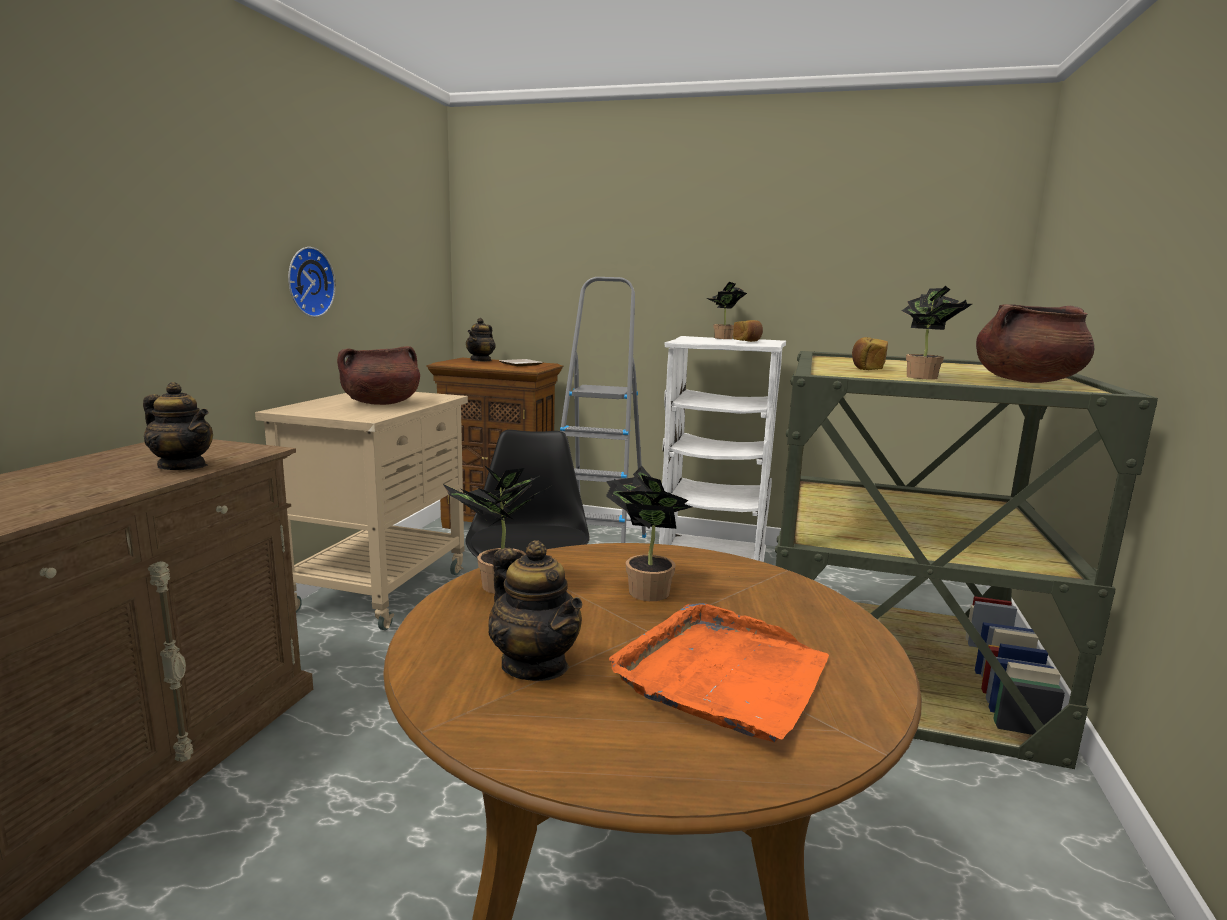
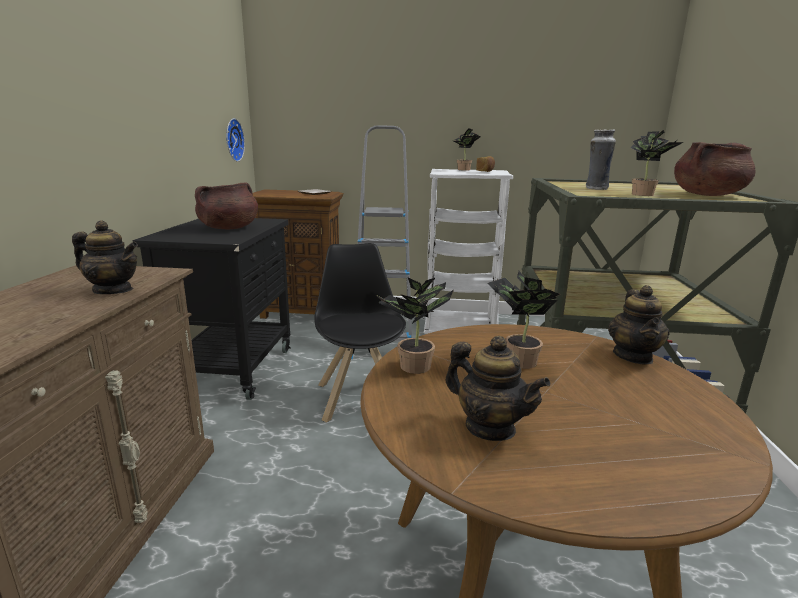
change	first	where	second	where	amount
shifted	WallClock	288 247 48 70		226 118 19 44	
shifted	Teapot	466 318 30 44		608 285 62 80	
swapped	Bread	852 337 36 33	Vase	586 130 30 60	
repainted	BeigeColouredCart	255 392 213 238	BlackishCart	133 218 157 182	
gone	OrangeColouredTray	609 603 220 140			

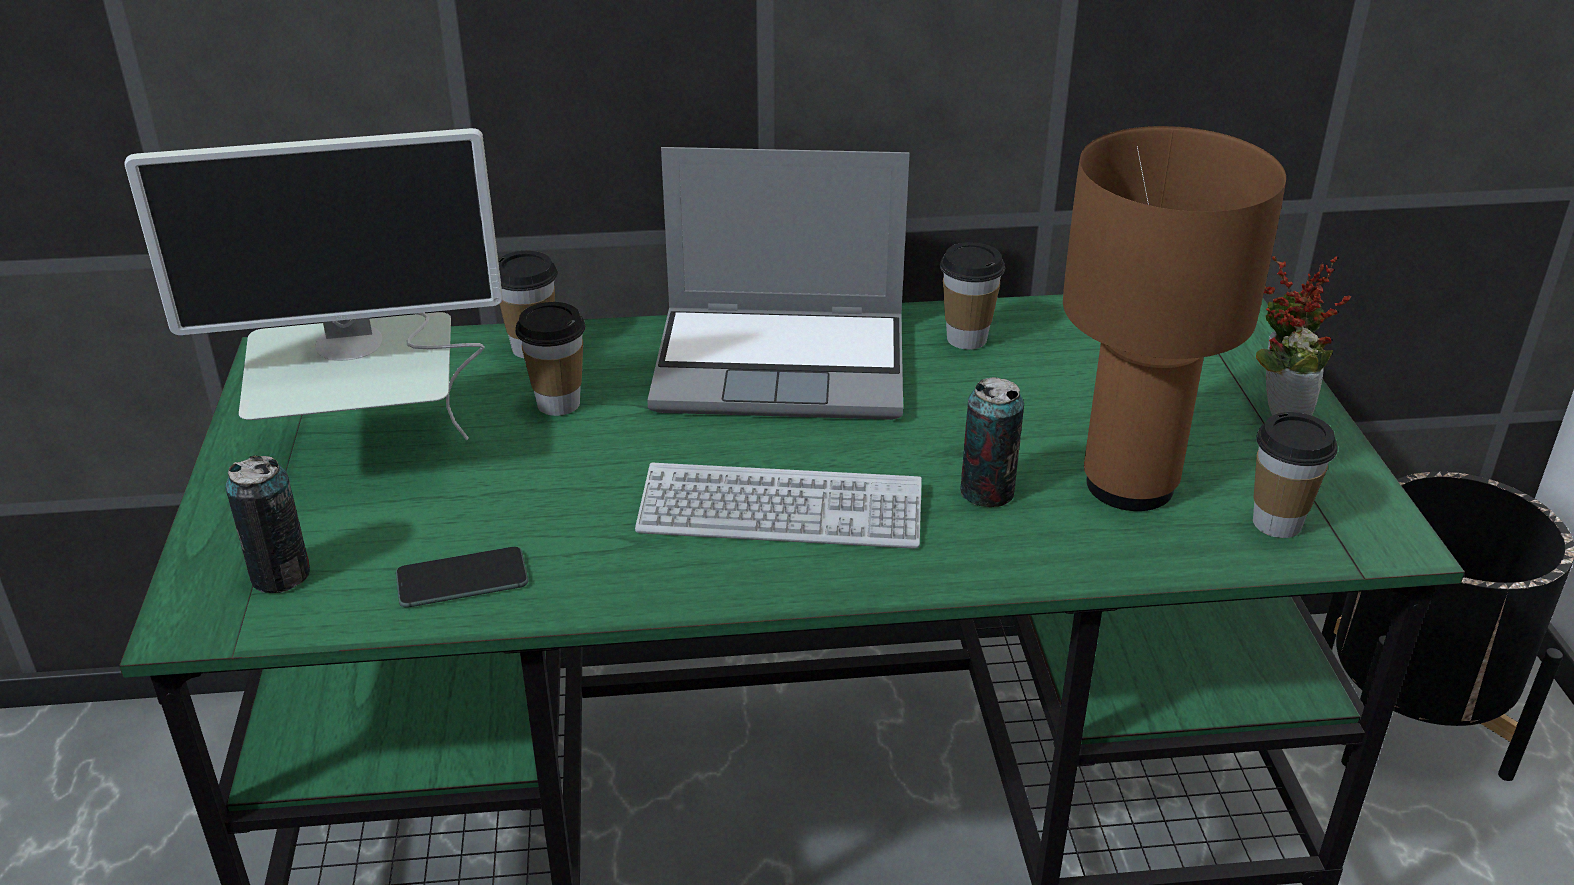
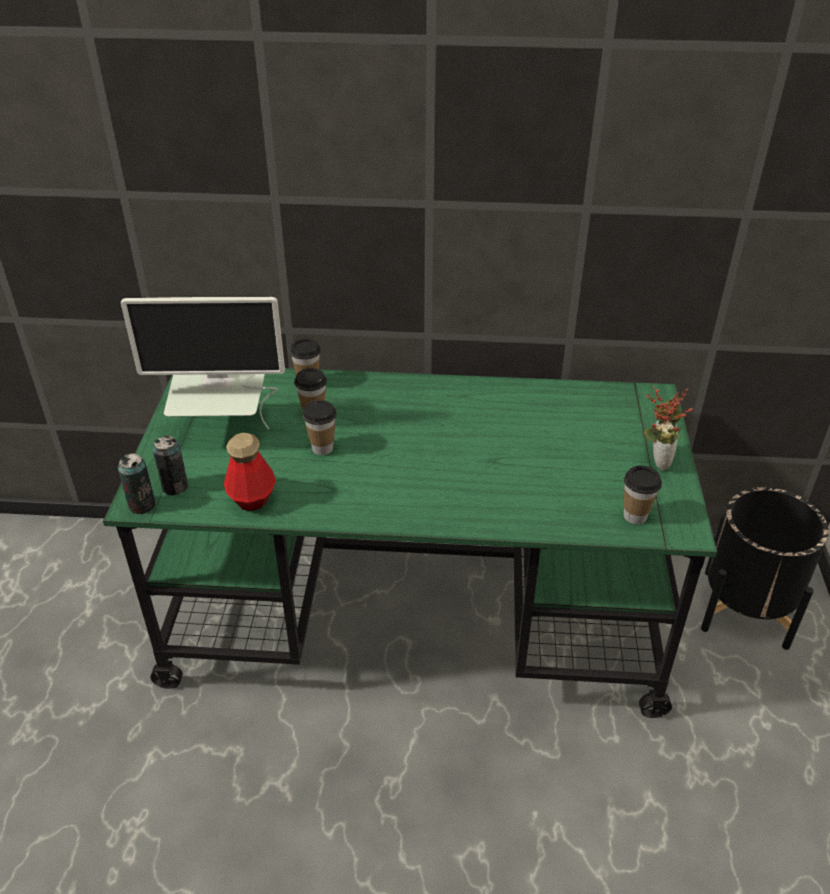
change	first	where	second	where	amount
gone	BrownTabletopLamp	1063 126 223 385			
gone	NotebookComputer	647 147 263 273			
shifted	DrinkingCup	940 242 65 107		302 400 35 55	
shifted	MetalCan	960 377 64 130		118 453 37 61	
gone	PcKeyboard	635 463 287 86			
swapped	Handset	396 547 132 61	DrinkBottle	224 433 52 78	

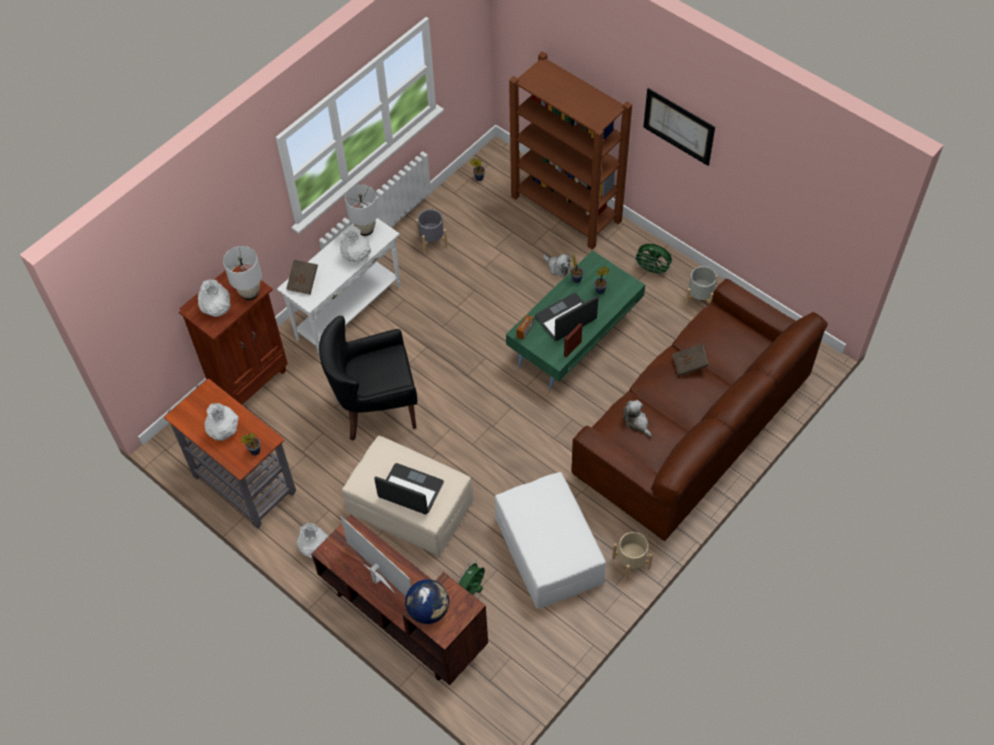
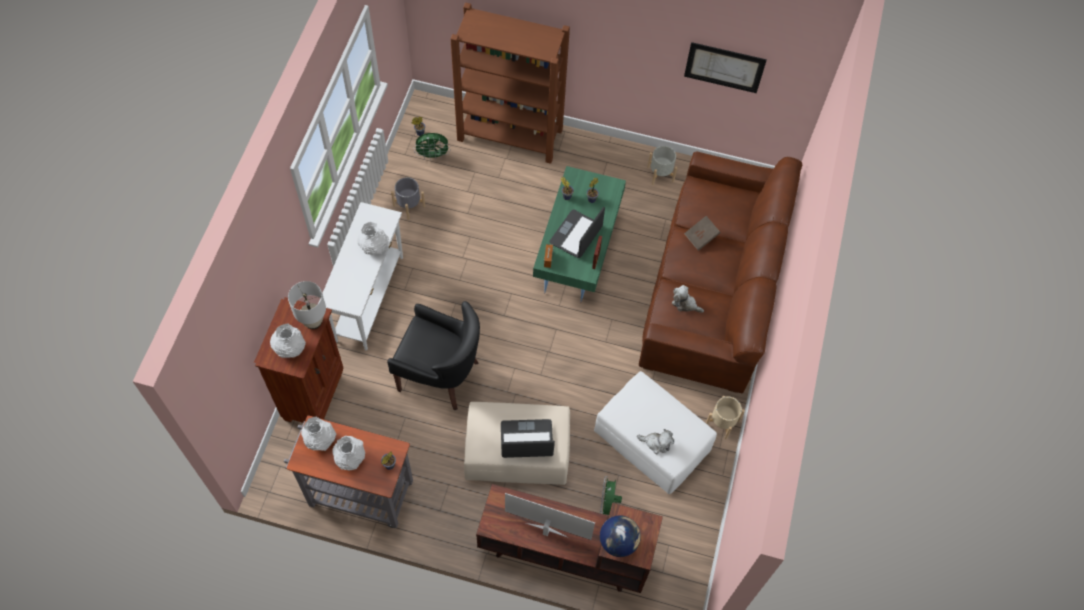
change	first	where	second	where	amount
shifted	WallArt	643 88 72 78		684 42 83 51	
gone	WhiteTabletopLamp	345 185 34 51			
shifted	GreenColouredElectricFan	633 244 39 32		415 133 35 27	
shifted	PlushToy	543 254 29 22		637 429 37 25	
gone	BrownVolume	286 260 32 35			
rotated	BlackishArmchair	319 316 98 124		387 301 93 109	120 degrees counterclockwise
shifted	WhiteVase	297 523 31 36		301 417 36 34	

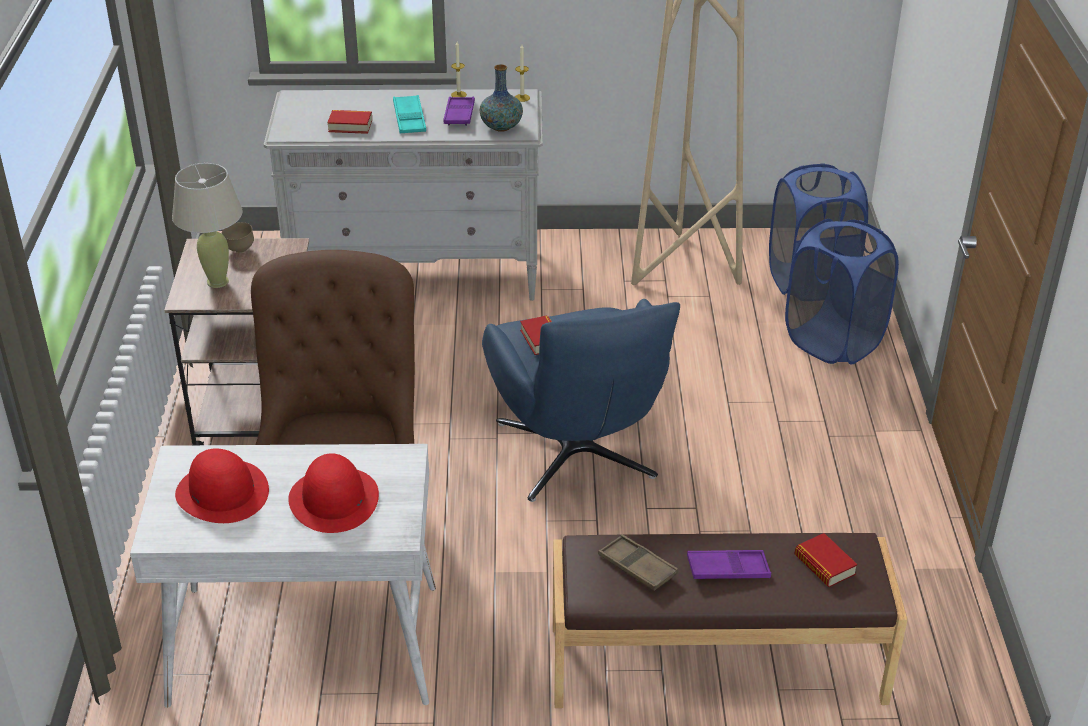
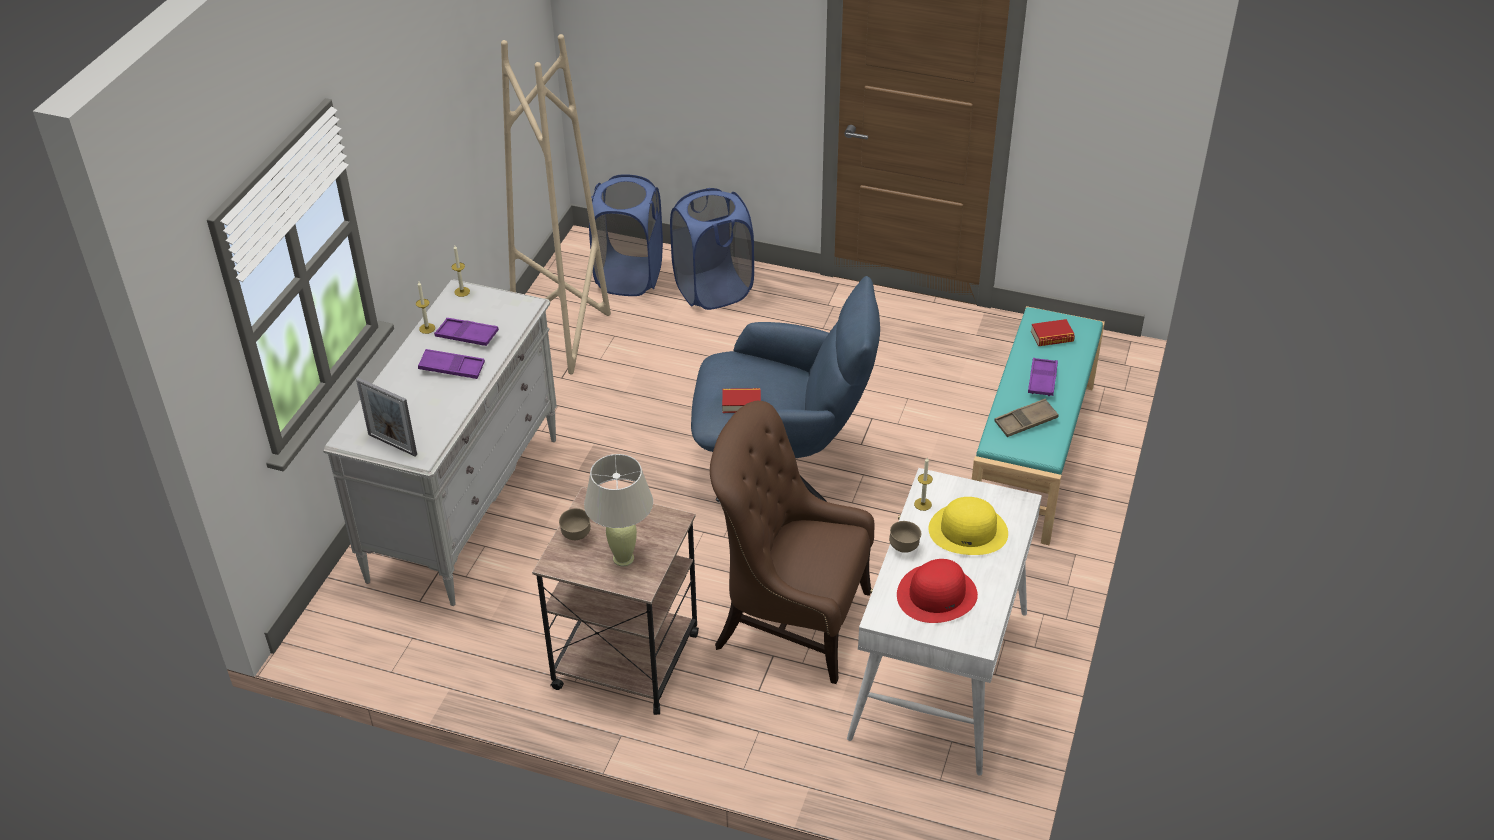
change	first	where	second	where	amount
gone	Vase	479 64 44 68			
repainted	TurquoiseColouredTray	393 95 33 38	PurpleTray	418 349 67 30	
gone	Volume	327 110 45 24			
repainted	RedColouredHat	288 453 91 80	YellowColouredHat	928 497 80 58	
repainted	BrownBench	553 533 354 175	TurquoiseColouredBench	972 306 133 239	
new			PictureFrame	356 378 61 78	
new			Candle	914 458 19 53	
new			BrownServingBowl	889 521 32 32	

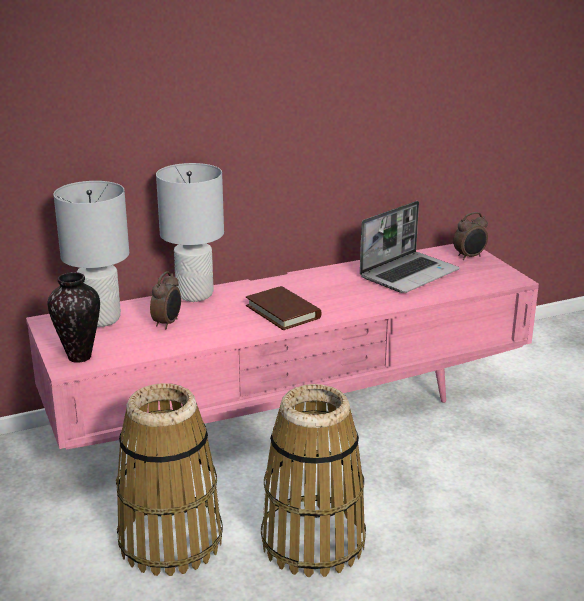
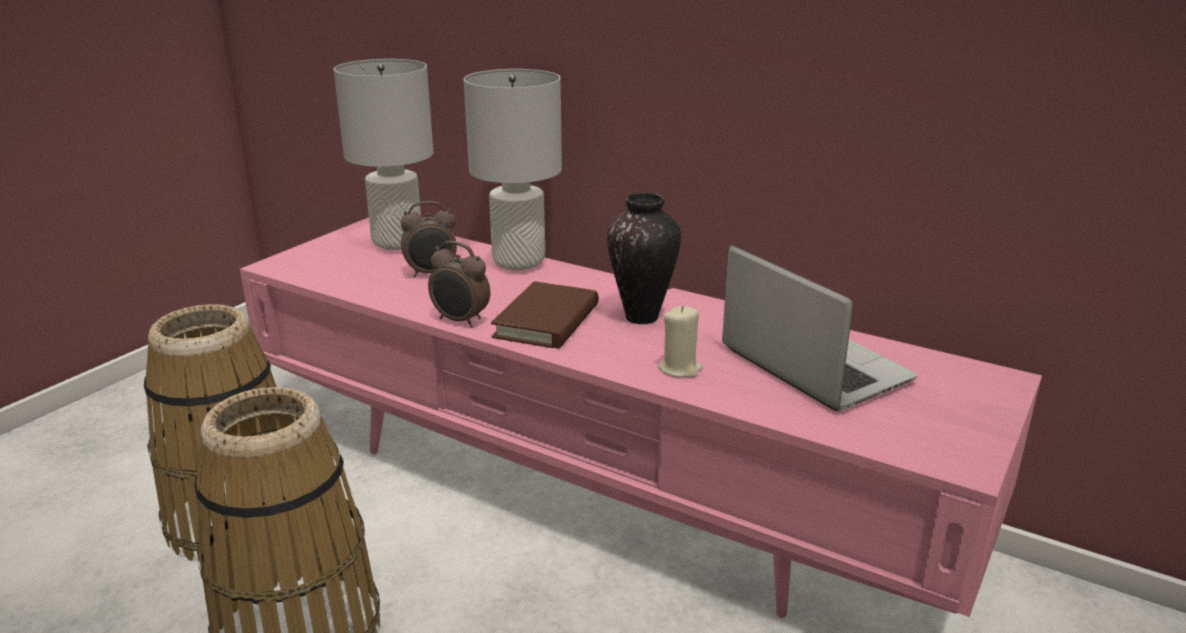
change	first	where	second	where	amount
rotated	NotebookComputer	360 201 100 92		722 245 196 166	135 degrees counterclockwise
shifted	TableClock	453 212 35 48		428 241 62 87	
shifted	Vase	48 272 52 91		607 192 74 132	
new			BeigeColouredCandle	658 306 45 71	

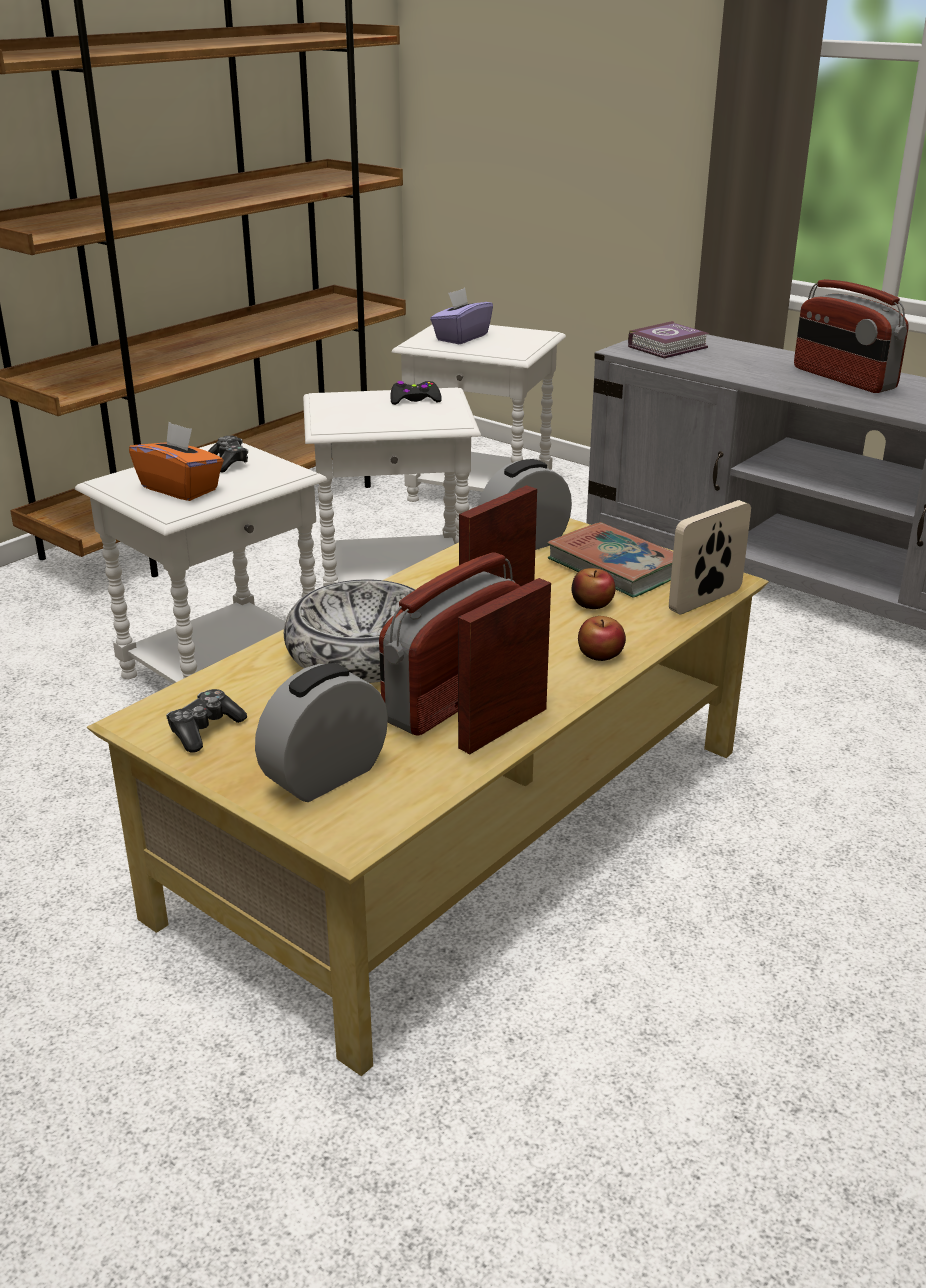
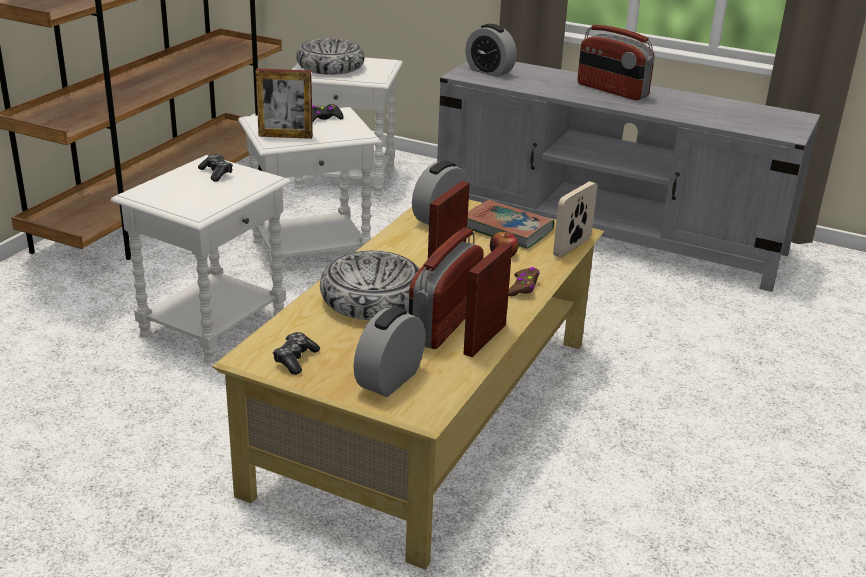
change	first	where	second	where	amount
swapped	PurpleTissueHolder	430 288 63 56	ServingBowl	296 38 69 37	
swapped	Volume	628 321 81 37	TableClock	465 24 52 53	
gone	OrangeColouredTissueHolder	129 422 95 79			
swapped	WholeApple	578 616 48 45	BrownGameController	508 267 32 29	
new			PictureFrame	255 68 58 71	

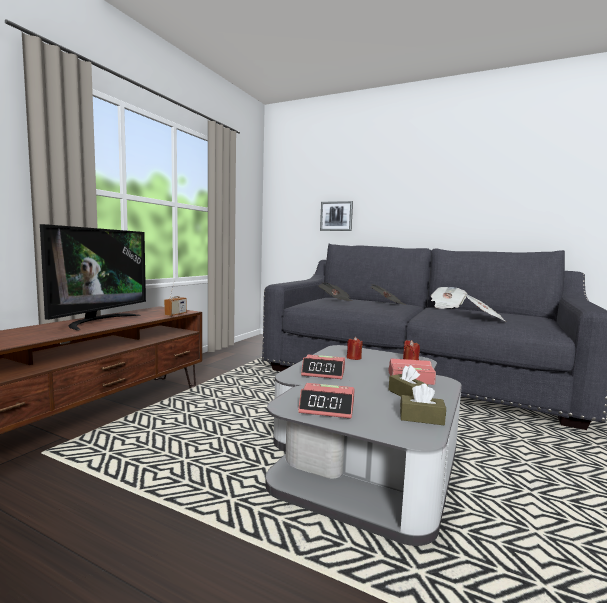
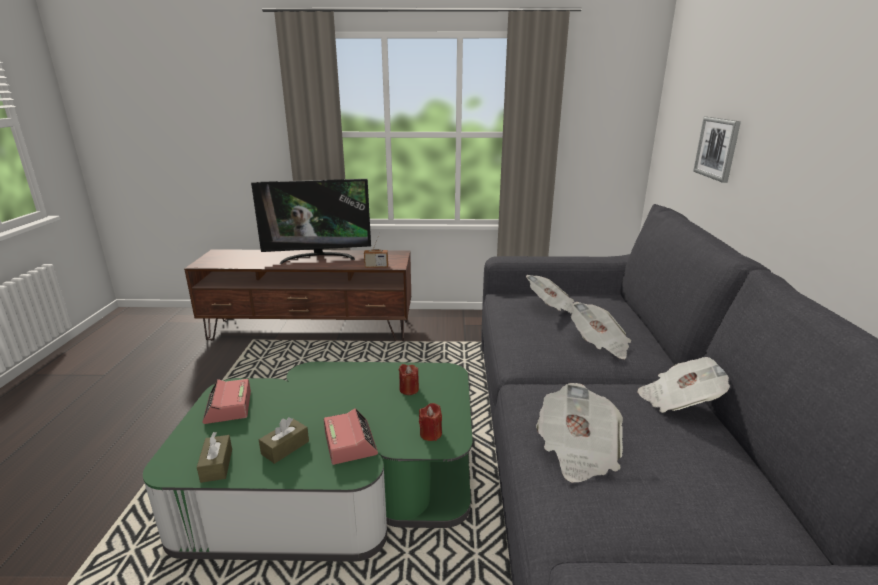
change	first	where	second	where	amount
repainted	GreyishLowTable	266 345 196 201	GreenColouredLowTable	143 362 329 200	
gone	TableClock	301 355 44 24			

